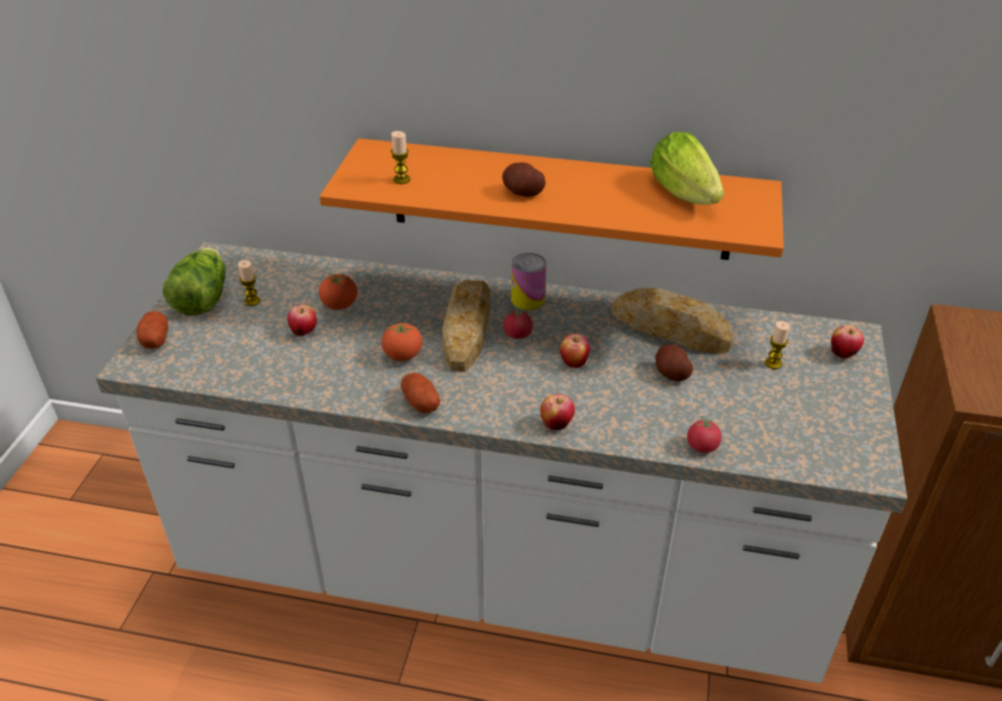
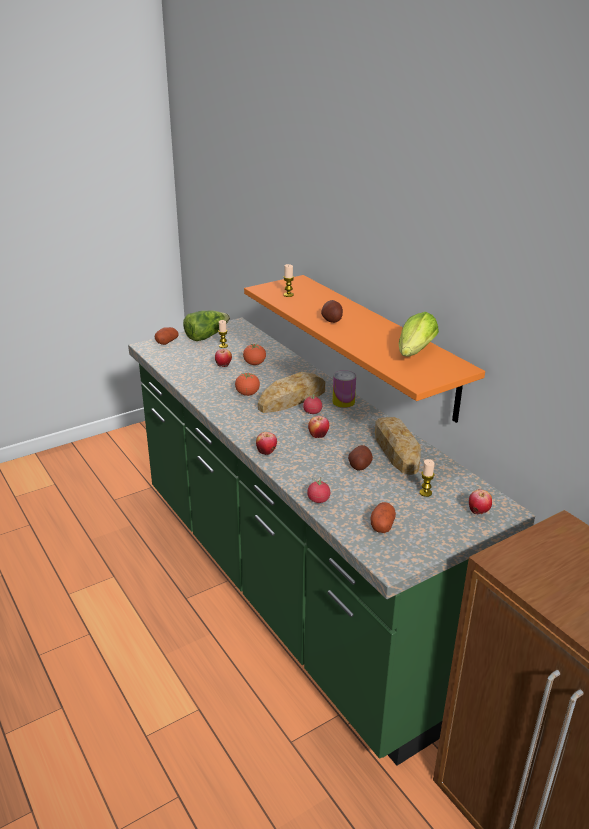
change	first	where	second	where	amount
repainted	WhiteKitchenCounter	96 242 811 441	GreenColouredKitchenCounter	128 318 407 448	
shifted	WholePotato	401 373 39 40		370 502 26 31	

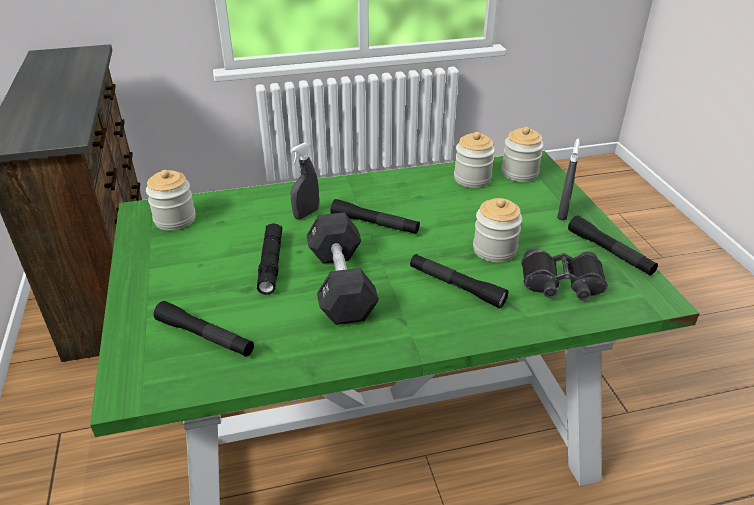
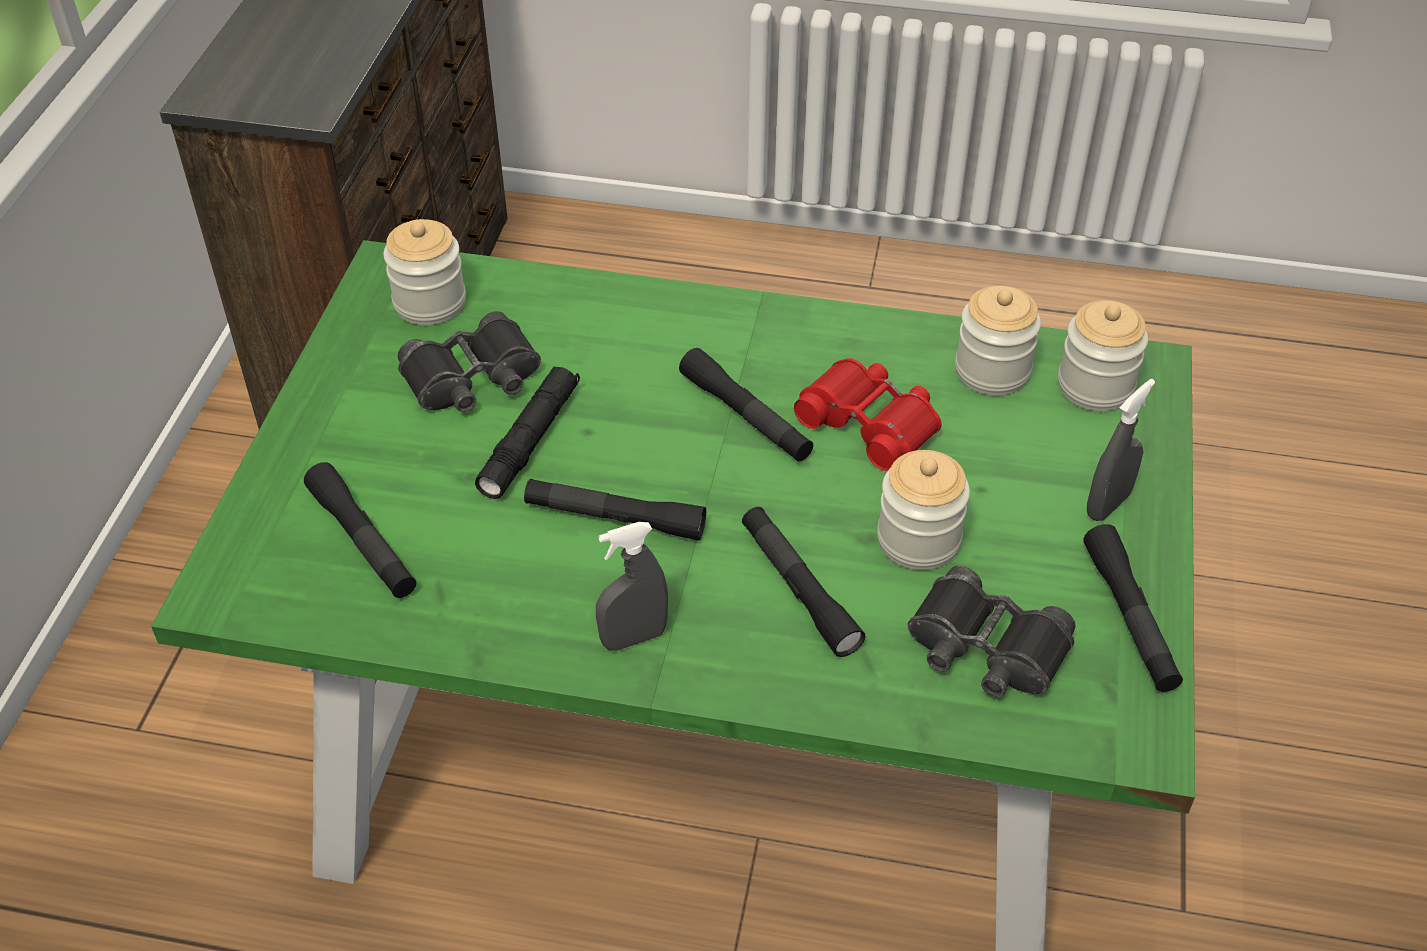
change	first	where	second	where	amount
shifted	GreyishSprayBottle	290 142 29 77		596 522 72 129	
swapped	BlackishFreeWeight	306 212 73 113	BlackishFlashlight	524 479 182 62	
new			BlackishPairOfBinoculars	398 311 143 101	
new			RedColouredPairOfBinoculars	794 358 148 113	

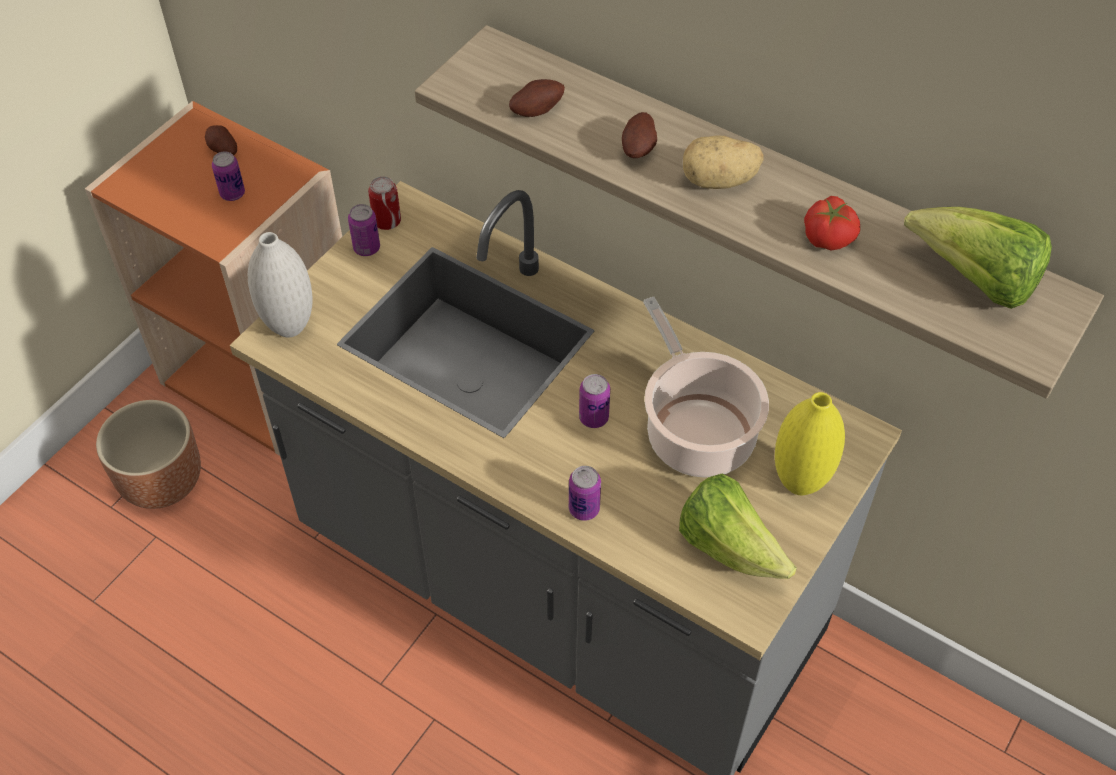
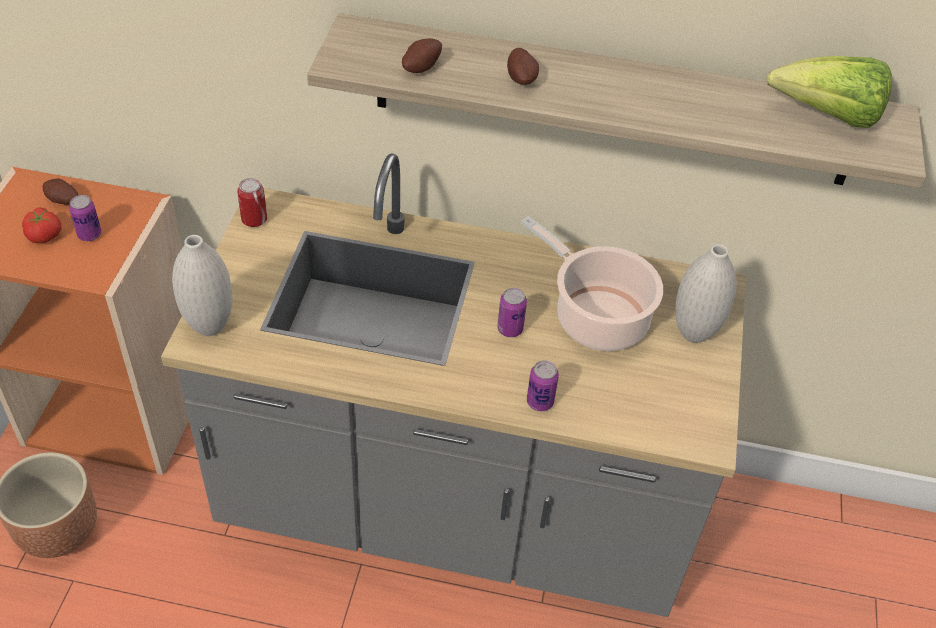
change	first	where	second	where	amount
gone	WholePotato	683 135 81 54			
shifted	FreshTomato	804 196 56 54		22 207 40 36	
gone	MetalCan	348 204 32 52			
repainted	YellowColouredVase	775 392 70 103	WhiteVase	675 244 62 99	
gone	HeadOfLettuce	679 473 118 106			

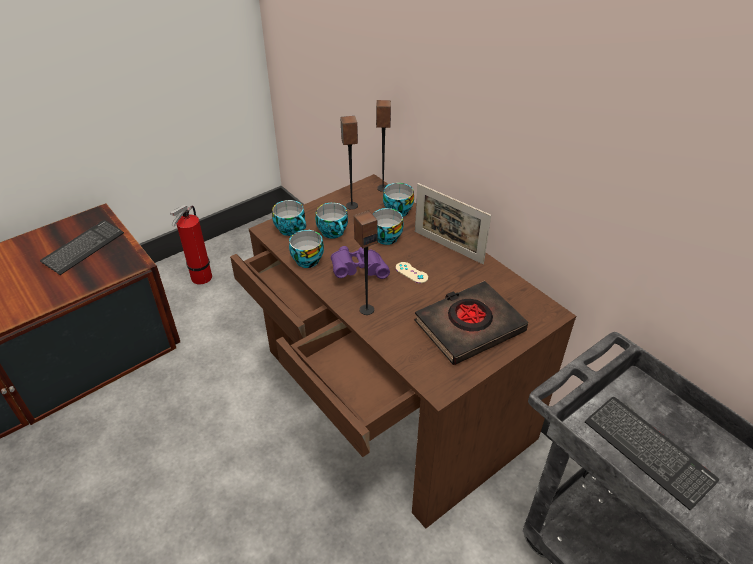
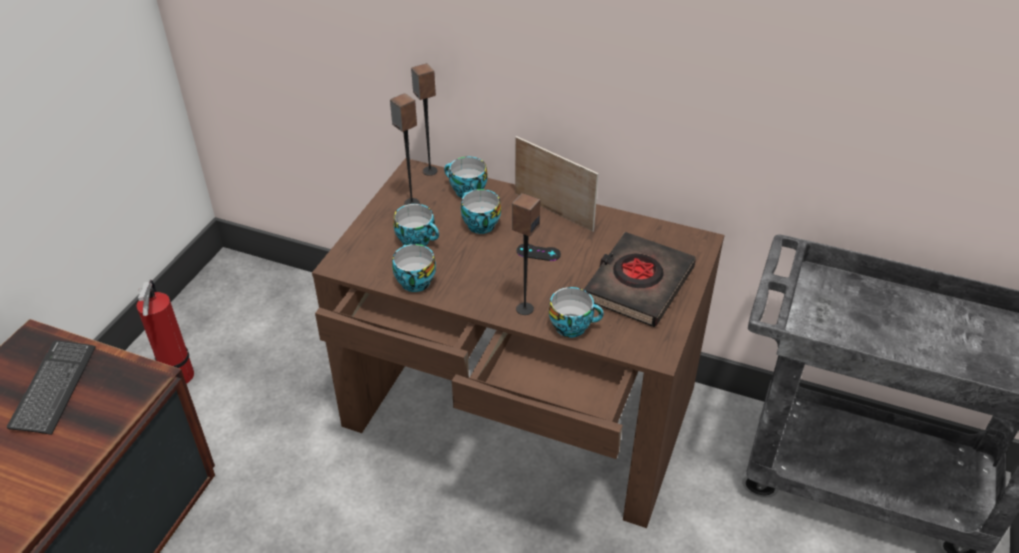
change	first	where	second	where	amount
rotated	PictureFrame	415 183 76 81		515 136 83 96	150 degrees counterclockwise
shifted	DrinkingCup	272 200 34 36		549 287 55 51	
gone	PurplePairOfBinoculars	331 246 59 33			
repainted	BeigeColouredGameController	396 262 32 21	BlackishGameController	516 244 45 17	
gone	PcKeyboard	585 397 134 113			

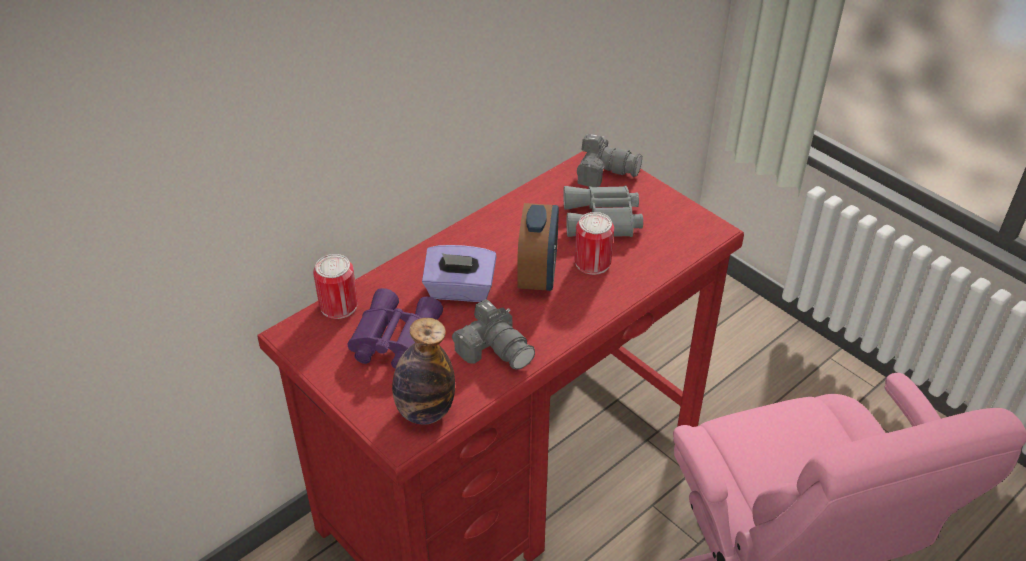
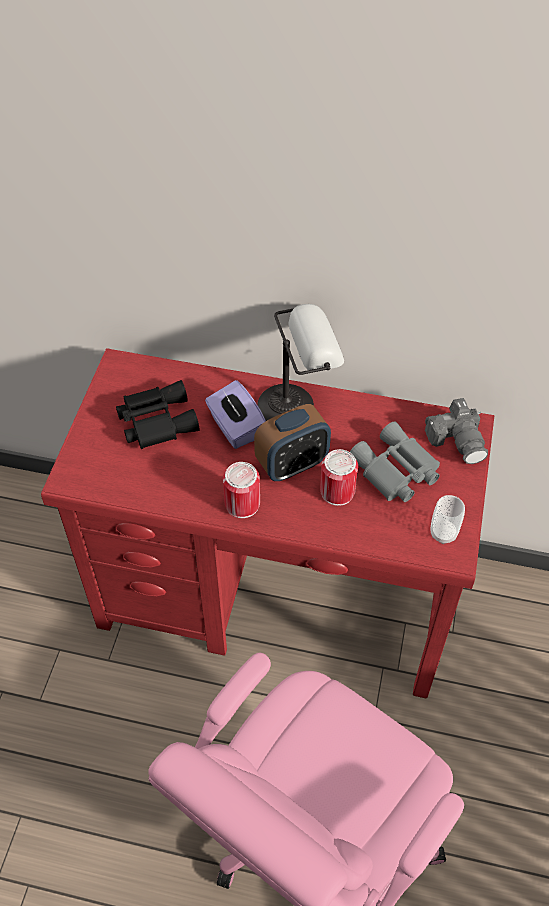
change	first	where	second	where	amount
shifted	MetalCan	313 254 45 65		223 462 37 56	
repainted	PurplePairOfBinoculars	348 288 95 81	BlackishPairOfBinoculars	116 380 84 69	
gone	PhotoCamera	452 299 83 71			
gone	DrinkBottle	392 318 63 106			
new			TabletopLamp	257 304 87 117	
new			DrinkingCup	430 495 35 49	

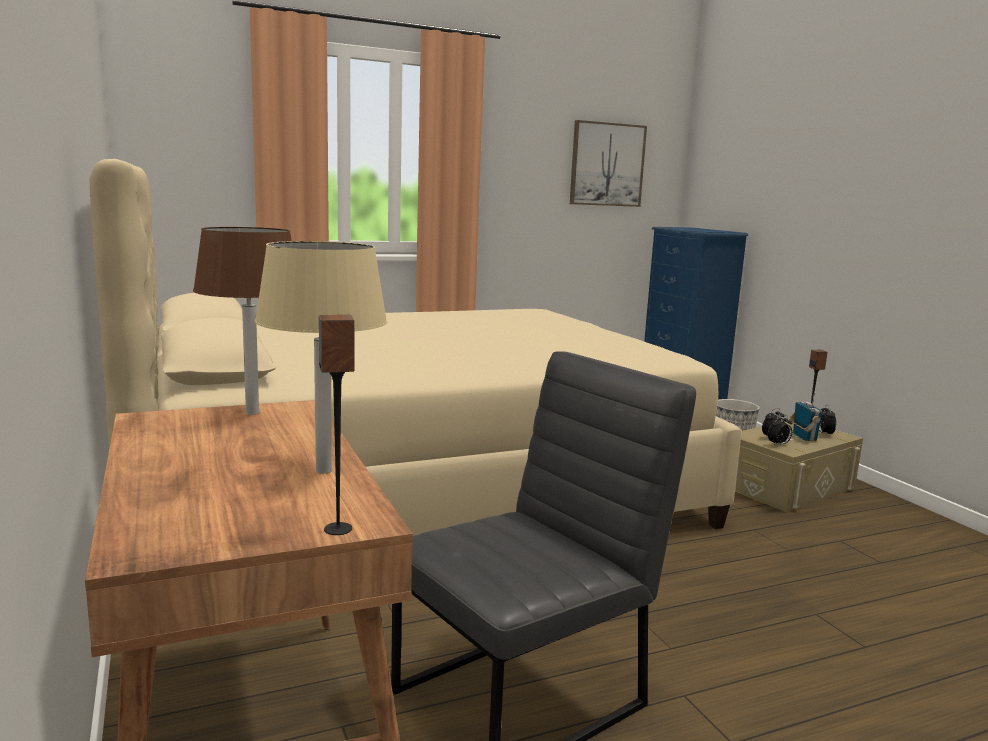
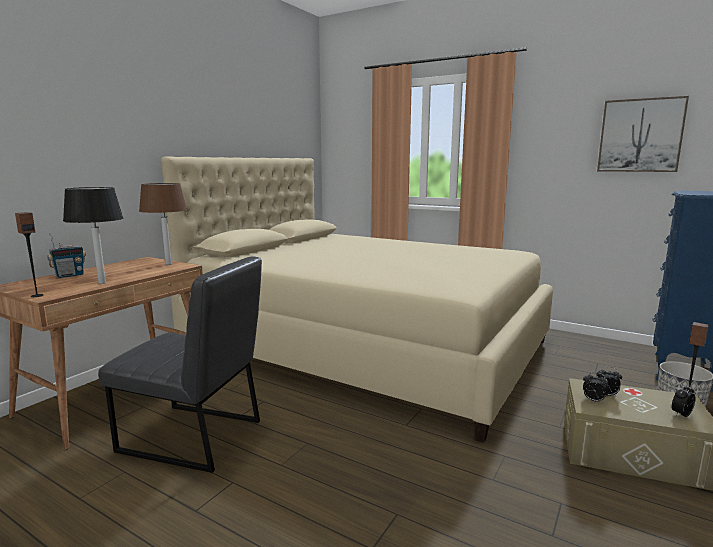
change	first	where	second	where	amount
repainted	BeigeColouredTabletopLamp	255 241 132 233	BlackishTabletopLamp	63 187 60 97	
shifted	RadioSet	789 392 34 49		47 233 39 45	

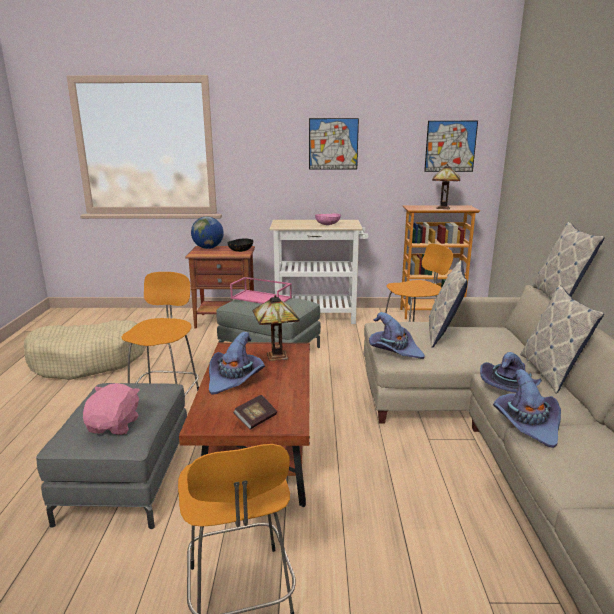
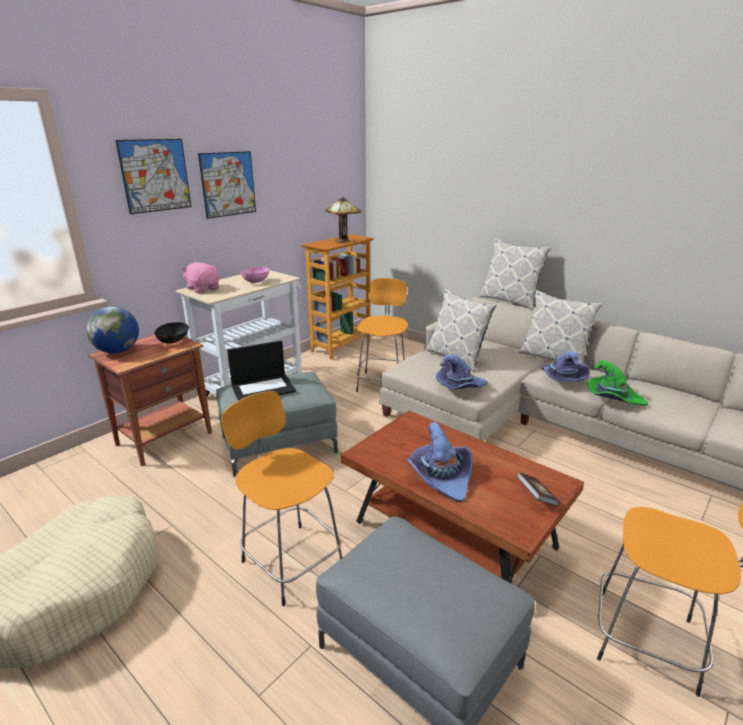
change	first	where	second	where	amount
shifted	WallArt	424 121 54 51		115 139 76 75	
swapped	PinkColouredTray	230 277 62 27	NotebookComputer	227 341 69 60	
gone	TabletopLamp	253 295 47 66			
repainted	PurpleHat	493 369 68 79	GreenColouredHat	587 360 62 46	
shifted	PinkColouredPlushToy	83 383 57 52		181 262 38 31	

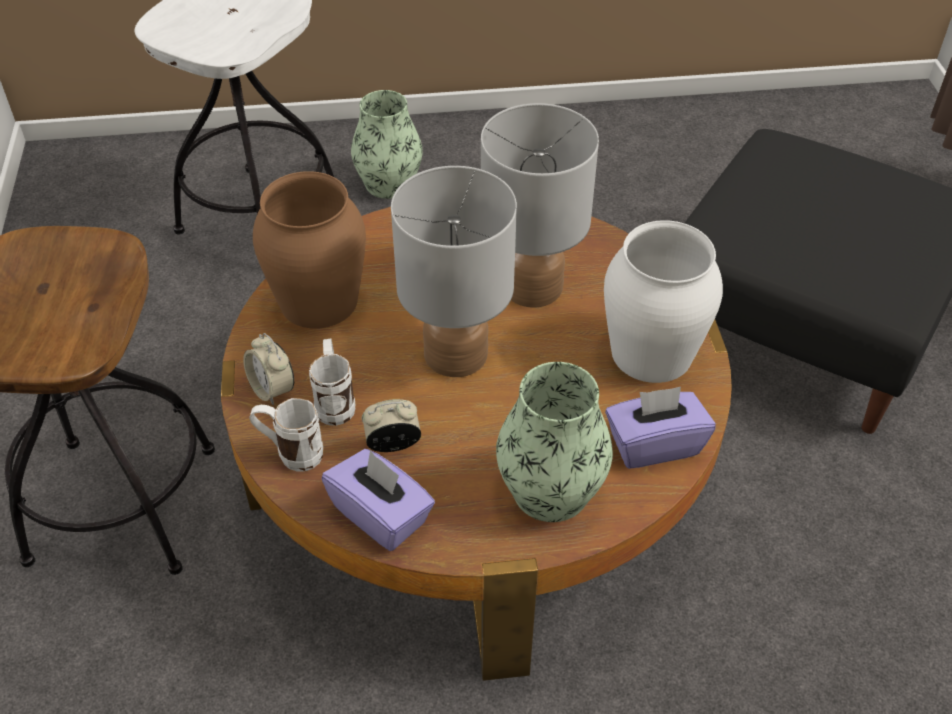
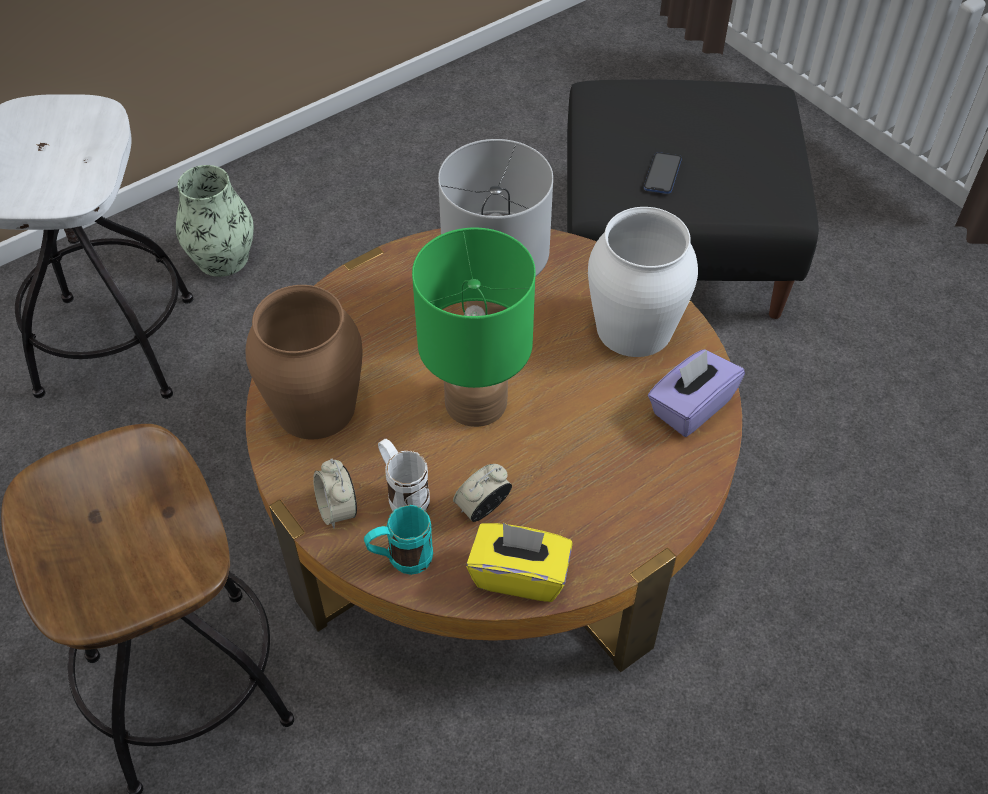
change	first	where	second	where	amount
repainted	GreyishTabletopLamp	391 166 126 211	GreenColouredTabletopLamp	412 228 124 199	
rotated	TableClock	243 333 51 72		313 459 44 70	45 degrees clockwise
gone	Vase	496 362 117 160			
repainted	WhiteCoffeeMug	249 398 74 74	TurquoiseColouredCoffeeMug	364 505 69 70	
repainted	PurpleTissueHolder	322 449 113 102	YellowColouredTissueHolder	466 523 107 79	
new			Handset	644 152 38 42	

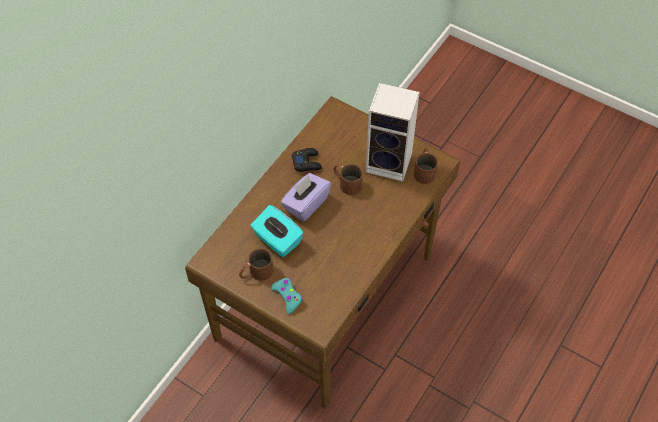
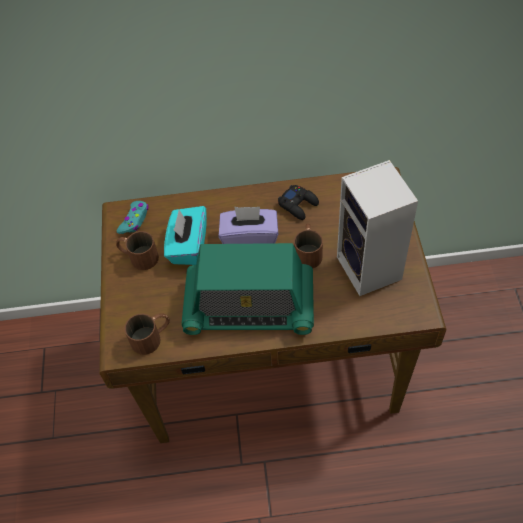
change	first	where	second	where	amount
shifted	BrownCoffeeMug	414 149 24 35		124 313 46 42	
shifted	TurquoiseColouredGameController	271 278 31 36		117 201 31 33	
new			RadioSet	181 243 133 92	

